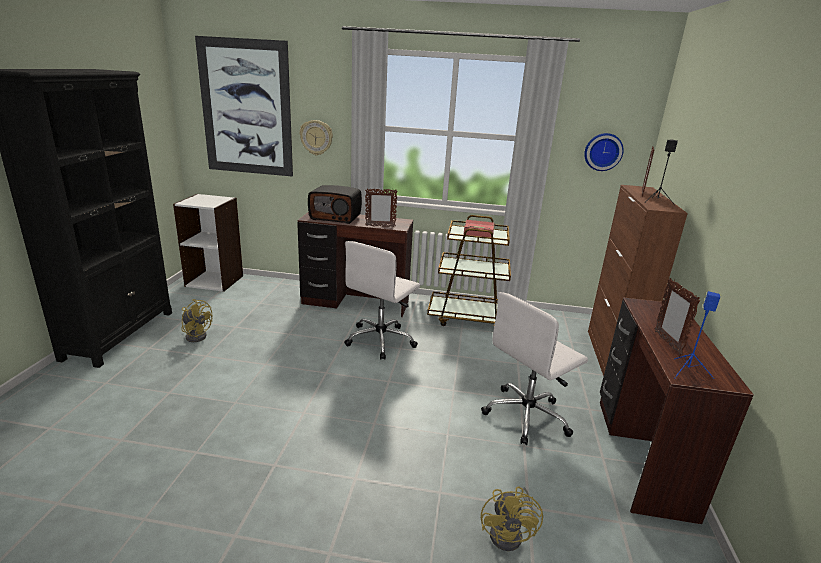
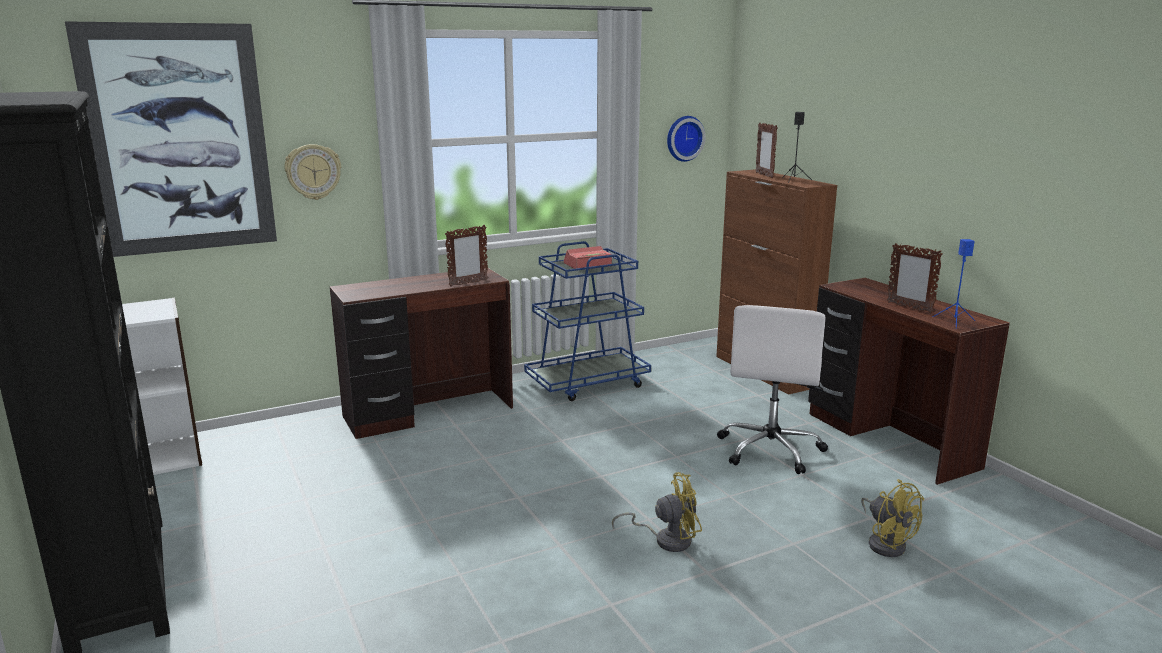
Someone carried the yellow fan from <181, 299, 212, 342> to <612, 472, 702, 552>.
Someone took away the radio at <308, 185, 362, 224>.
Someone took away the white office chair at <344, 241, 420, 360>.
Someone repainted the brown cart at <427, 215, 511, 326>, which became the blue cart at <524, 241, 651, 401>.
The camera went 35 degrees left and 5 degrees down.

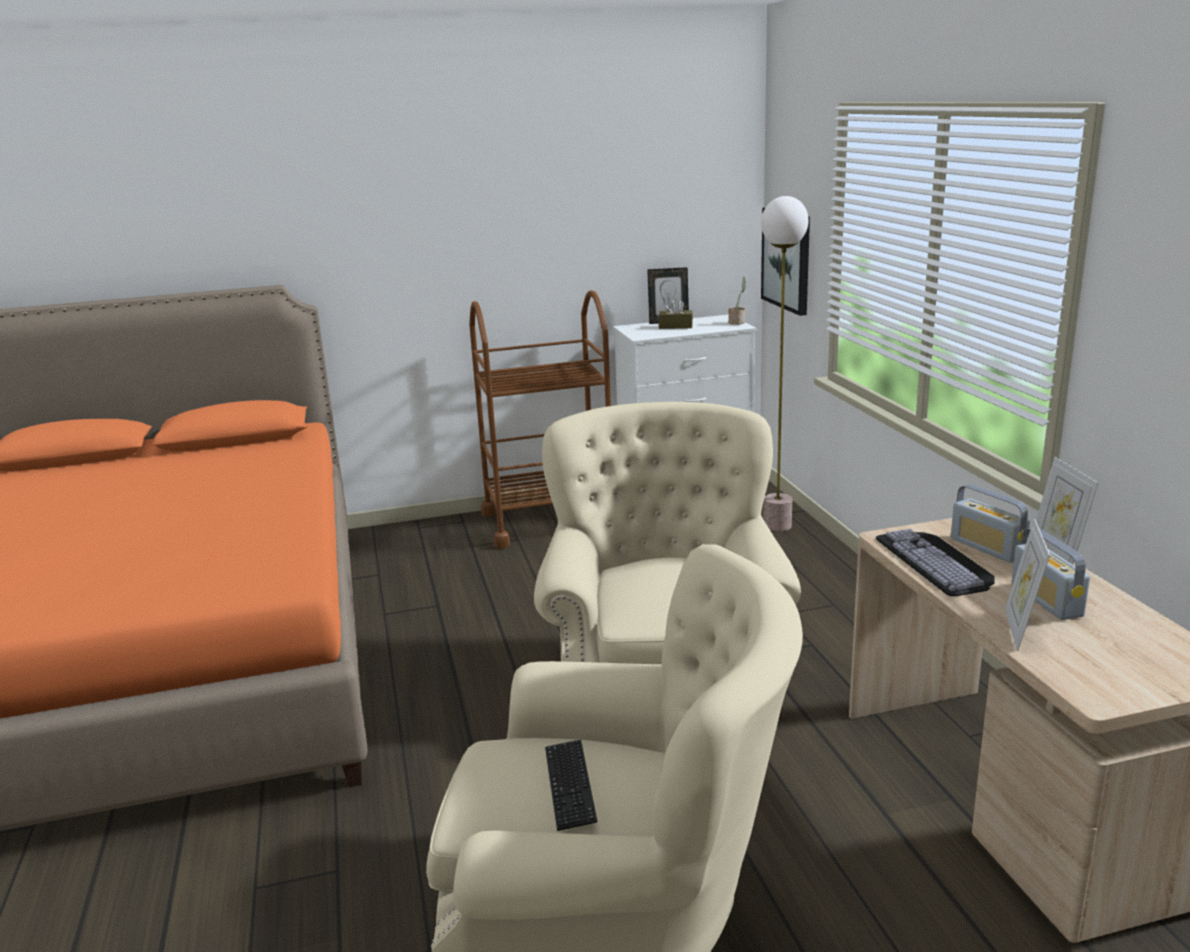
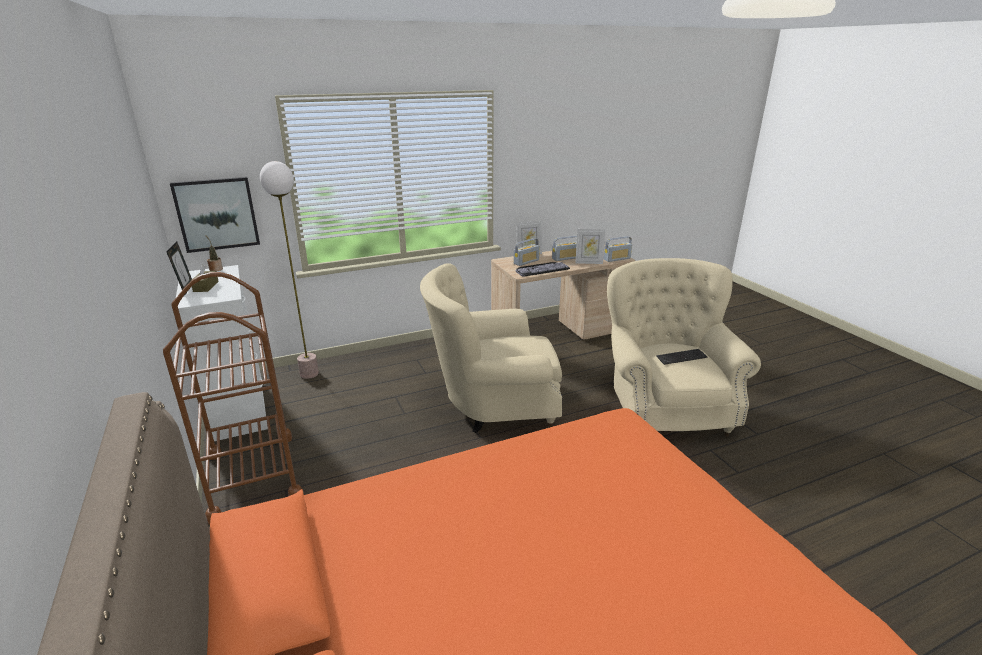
Someone put down the radio at <603, 236, 632, 262>.
The camera went 100 degrees left and 5 degrees up.

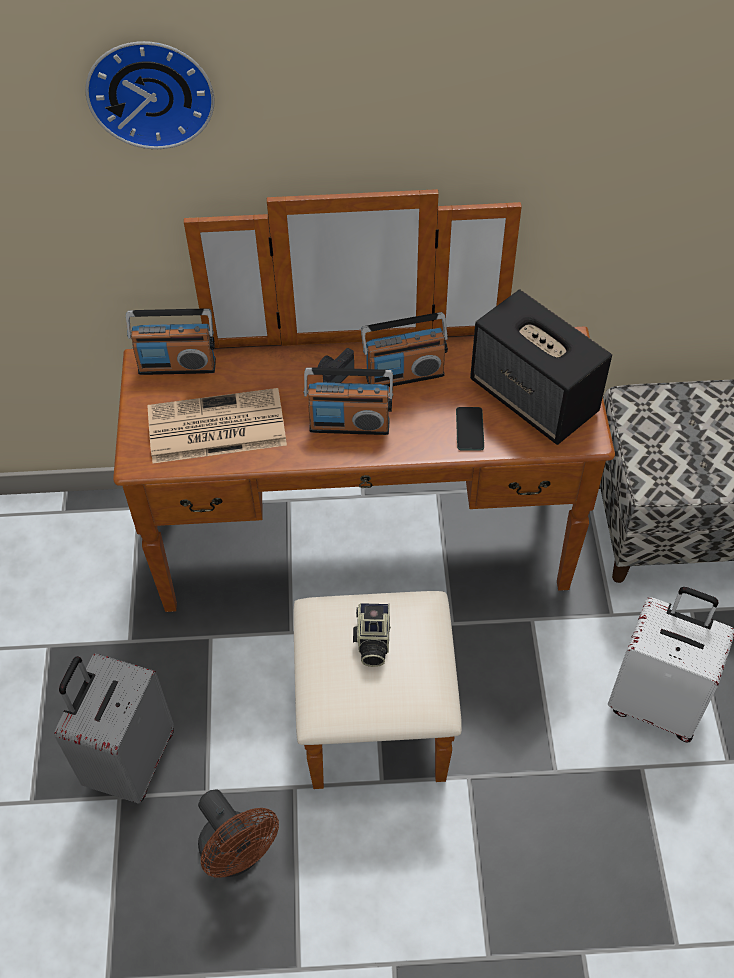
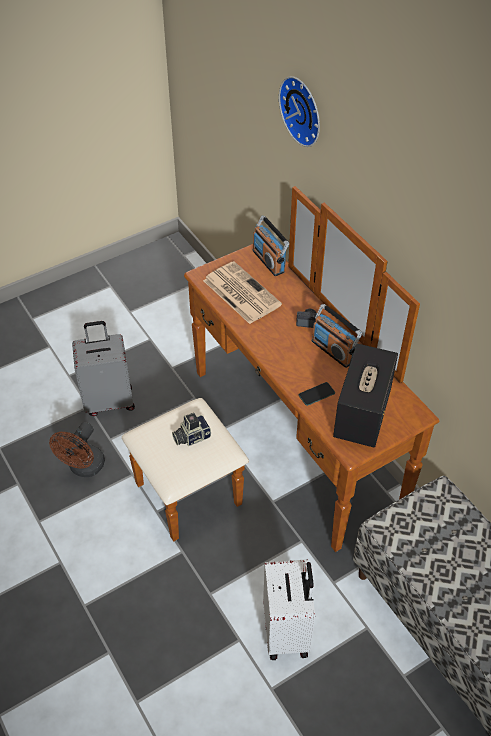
Someone took away the radio at <304, 367, 393, 435>.
The camera went 60 degrees right and 5 degrees down.

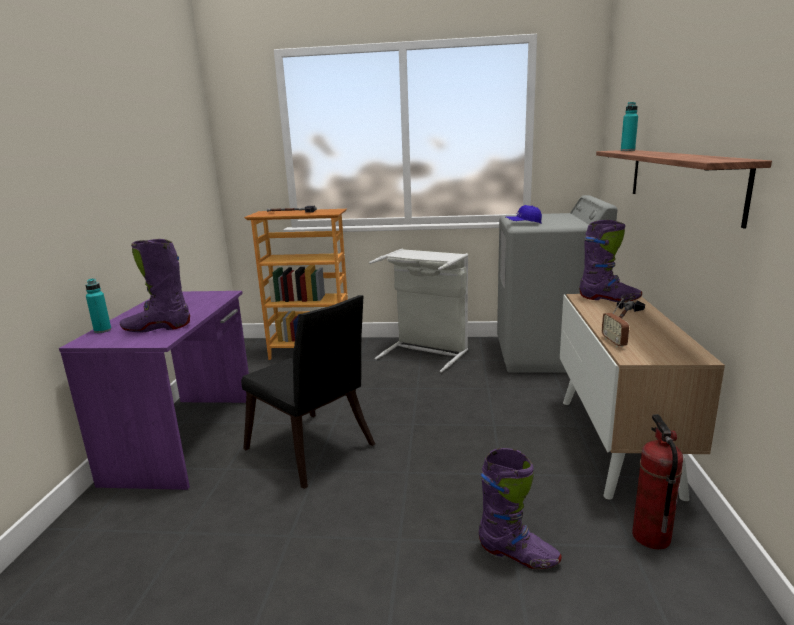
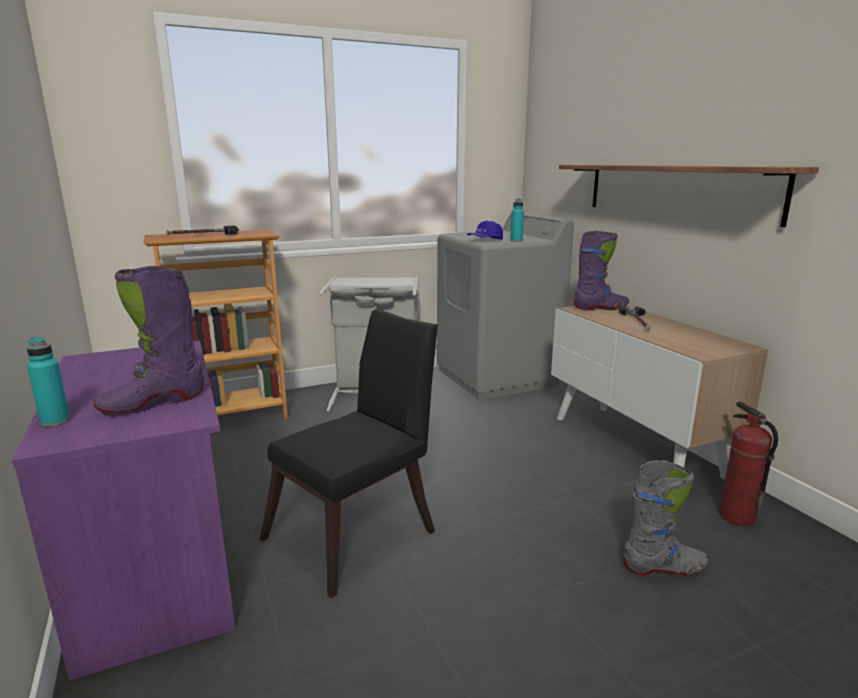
Someone rotated the black chair at <241, 295, 375, 489> by 60 degrees counterclockwise.
Someone repainted the purple boot at <479, 448, 562, 569>, which became the grey boot at <623, 460, 708, 576>.
Someone took away the radio at <602, 298, 629, 348>.
Someone carried the turquoise bottle from <621, 102, 638, 151> to <510, 199, 524, 242>.
The camera went 30 degrees left and 0 degrees up.

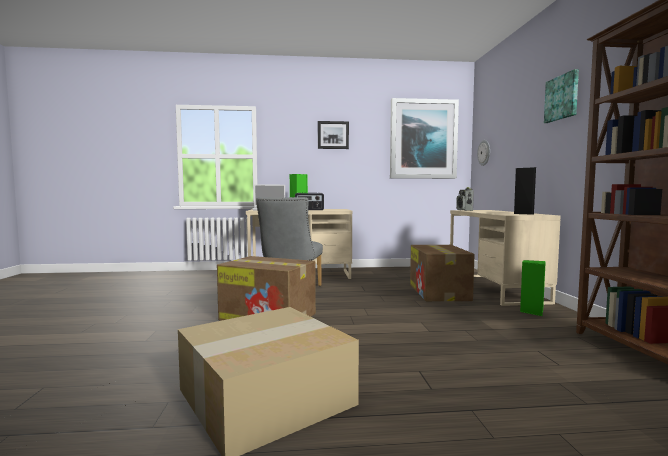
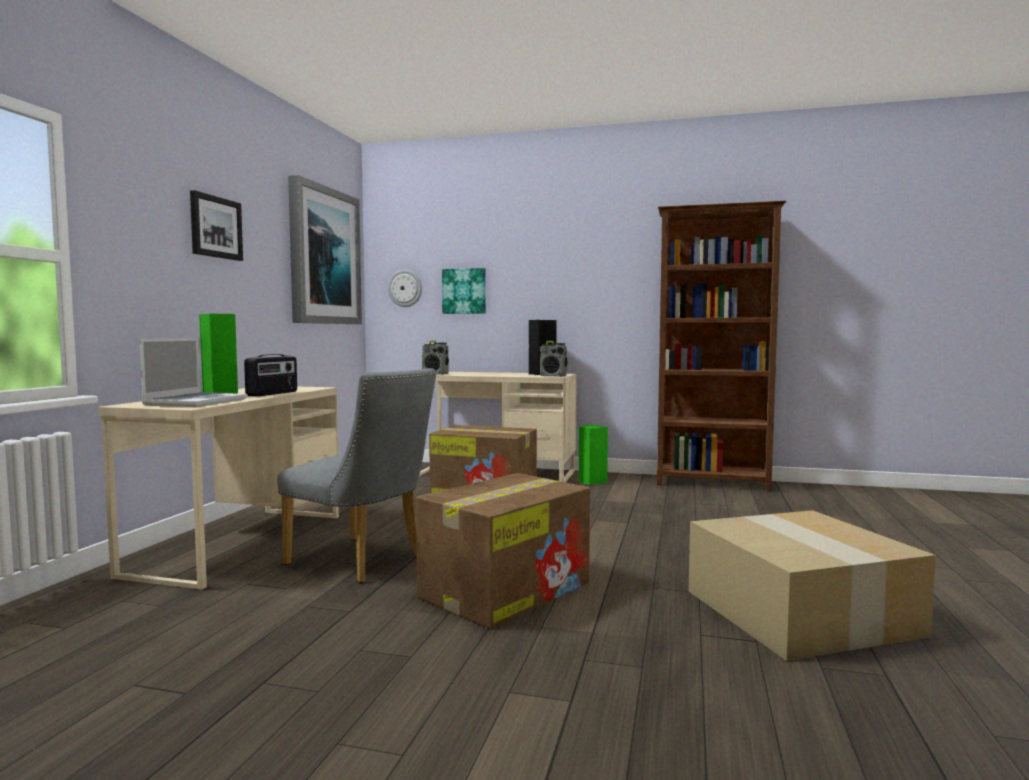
Someone carried the picture from <544, 69, 579, 123> to <442, 268, 486, 314>.
Someone put down the radio at <540, 341, 567, 377>.
The camera went 70 degrees left and 0 degrees up.

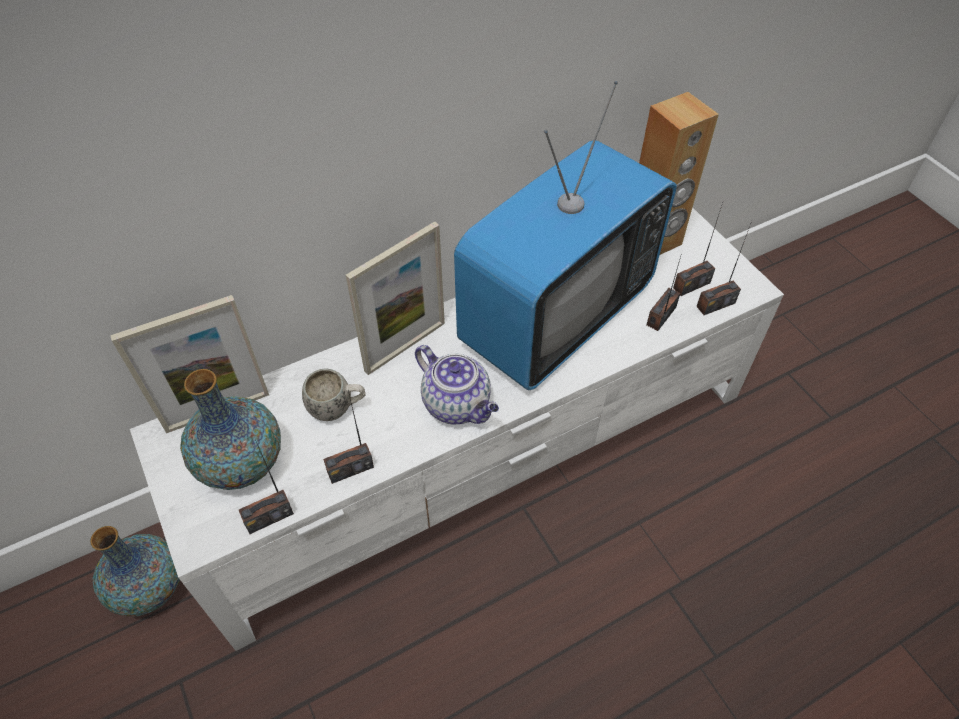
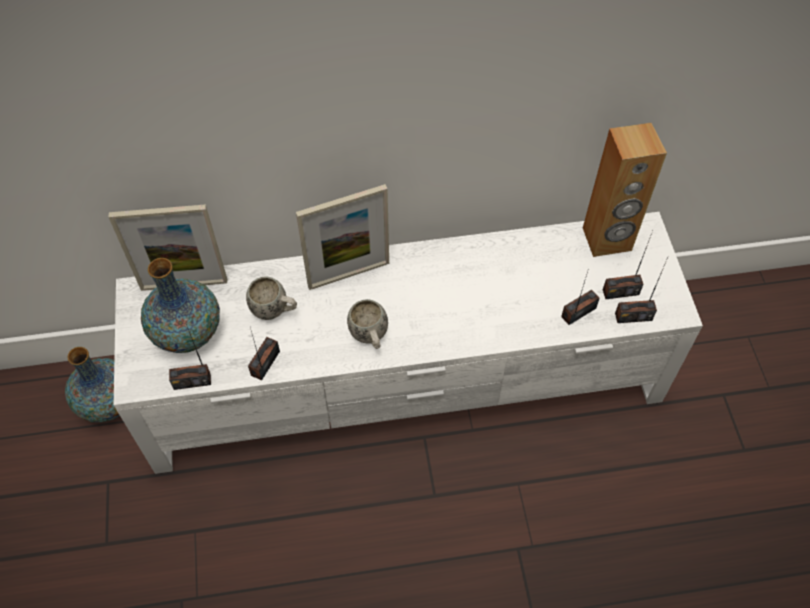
Someone rotated the radio at <323, 390, 374, 484> by 120 degrees clockwise.
Someone swapped the teapot at <415, 345, 499, 425> for the white mug at <347, 299, 388, 349>.
Someone took away the television at <454, 81, 677, 390>.
The camera went 20 degrees right and 5 degrees up.

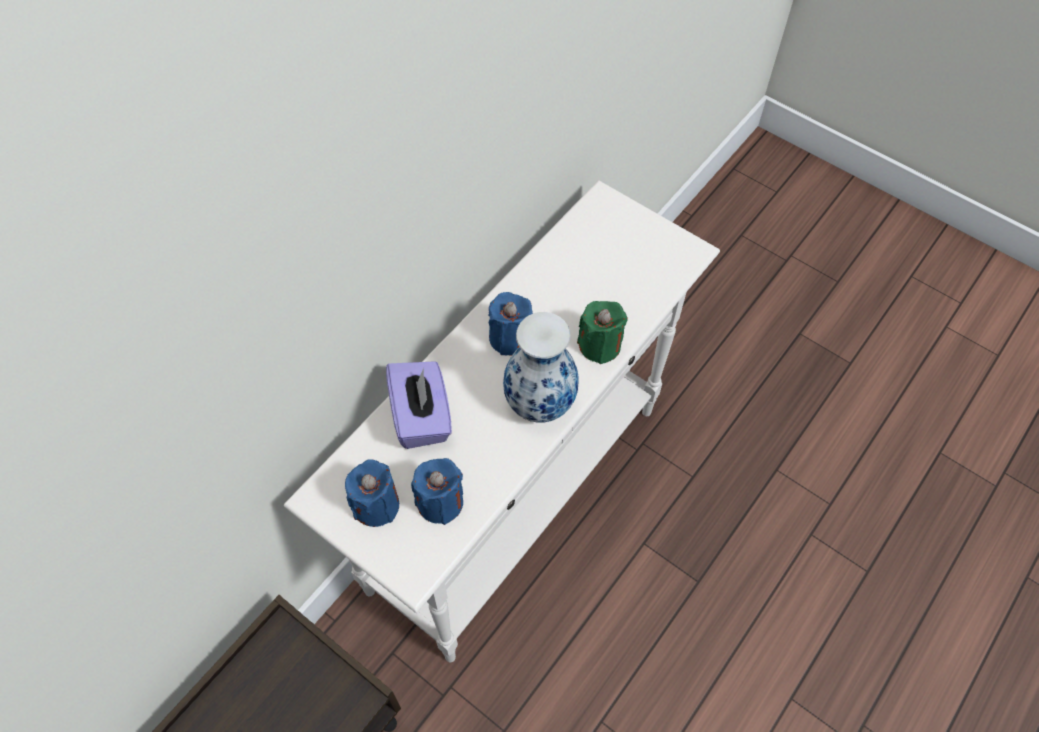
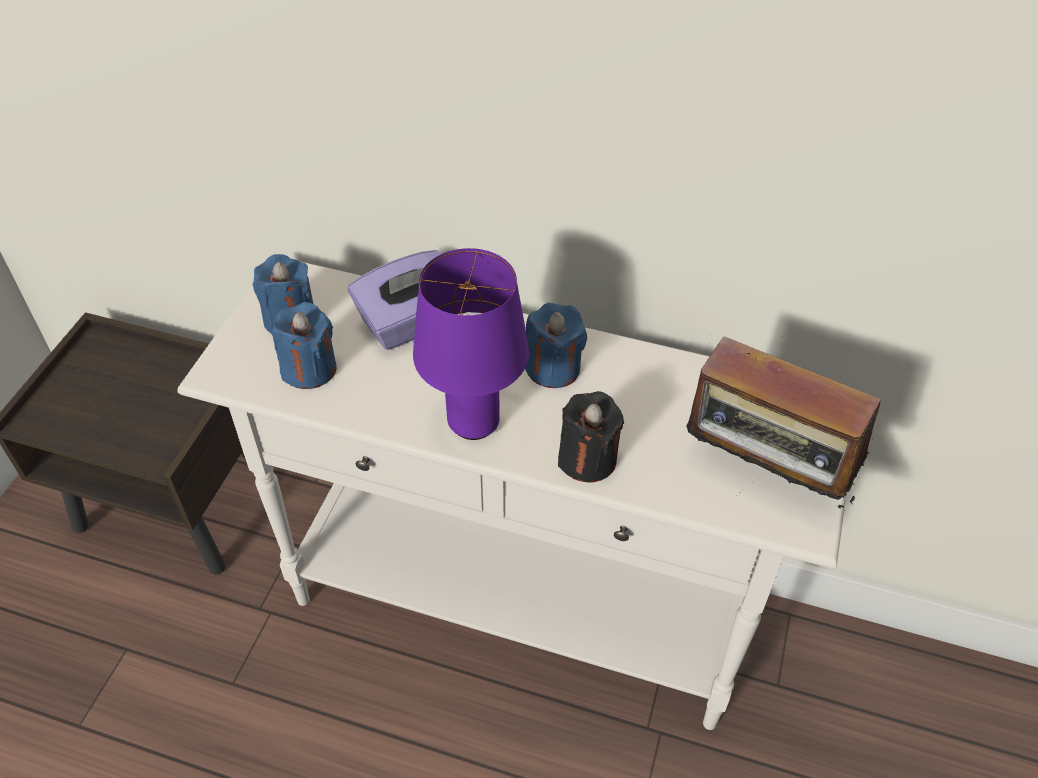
Someone swapped the vase at <503, 312, 579, 423> for the purple table lamp at <413, 248, 529, 440>.
Someone repainted the green candle at <577, 301, 628, 364>, which became the black candle at <558, 391, 624, 483>.
Someone put down the radio at <686, 336, 881, 508>.
The camera went 70 degrees right and 10 degrees down.

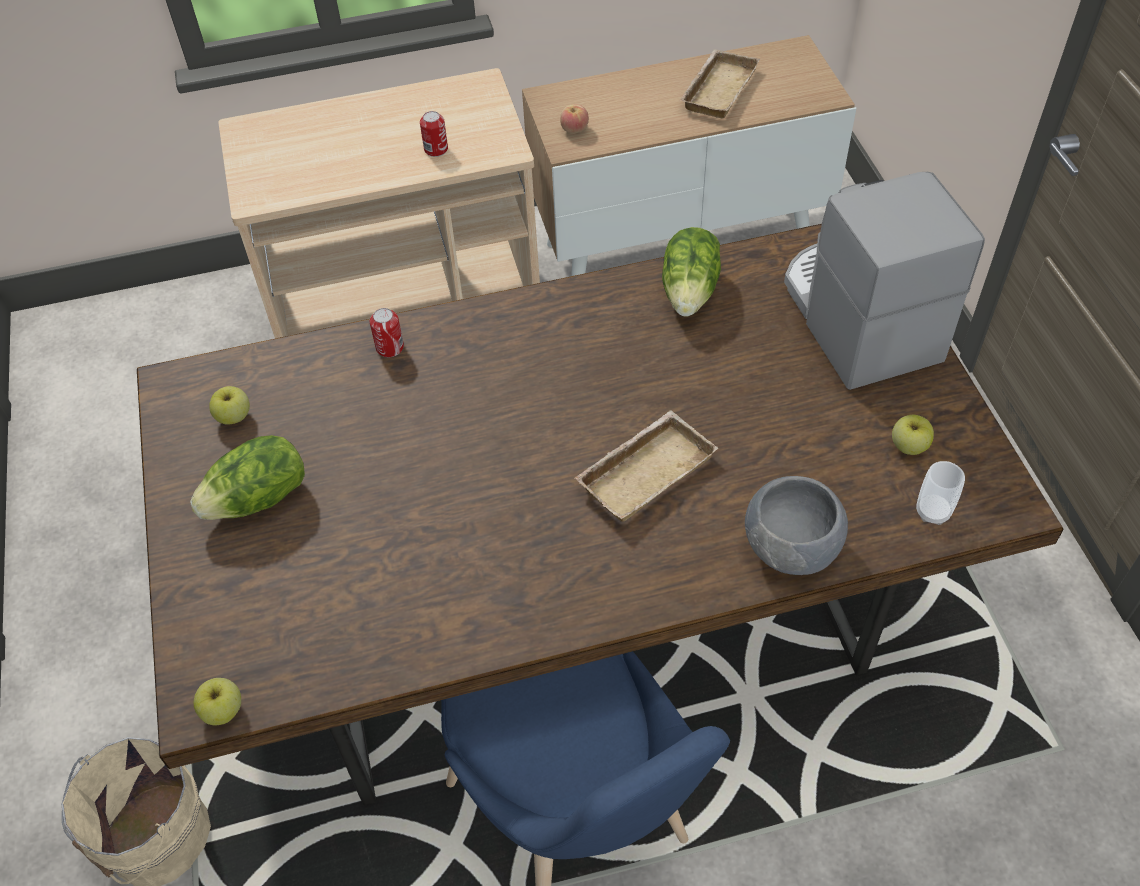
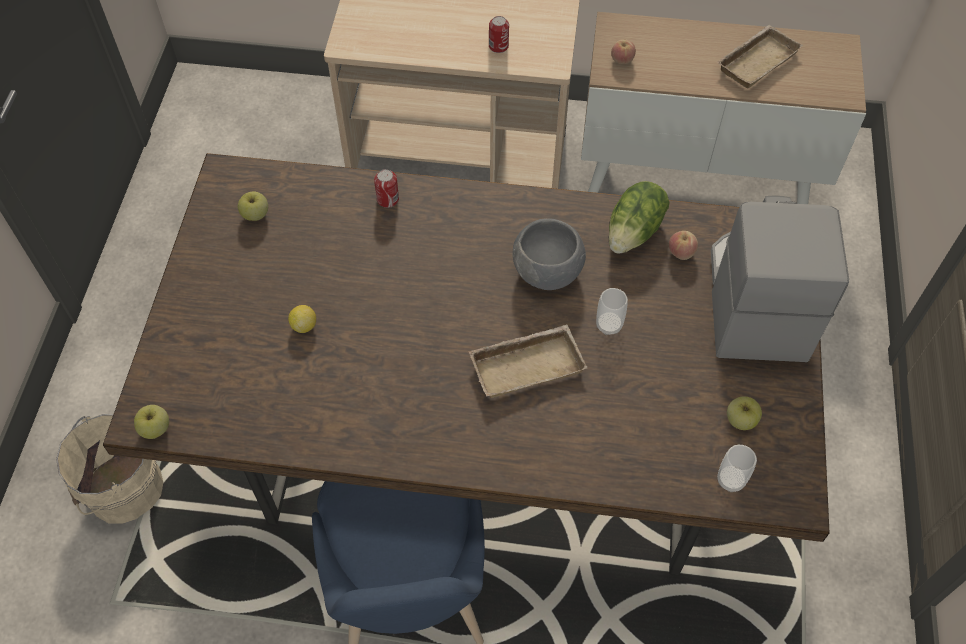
Someone took away the lettuce at <190, 435, 305, 520>.
Someone carried the grey bowl from <745, 476, 848, 575> to <512, 218, 586, 290>.
Someone put down the lemon at <288, 305, 316, 333>.
Someone put down the cup at <596, 288, 628, 335>.
Someone put down the apple at <669, 231, 698, 260>.
The camera went 20 degrees right and 5 degrees up.

